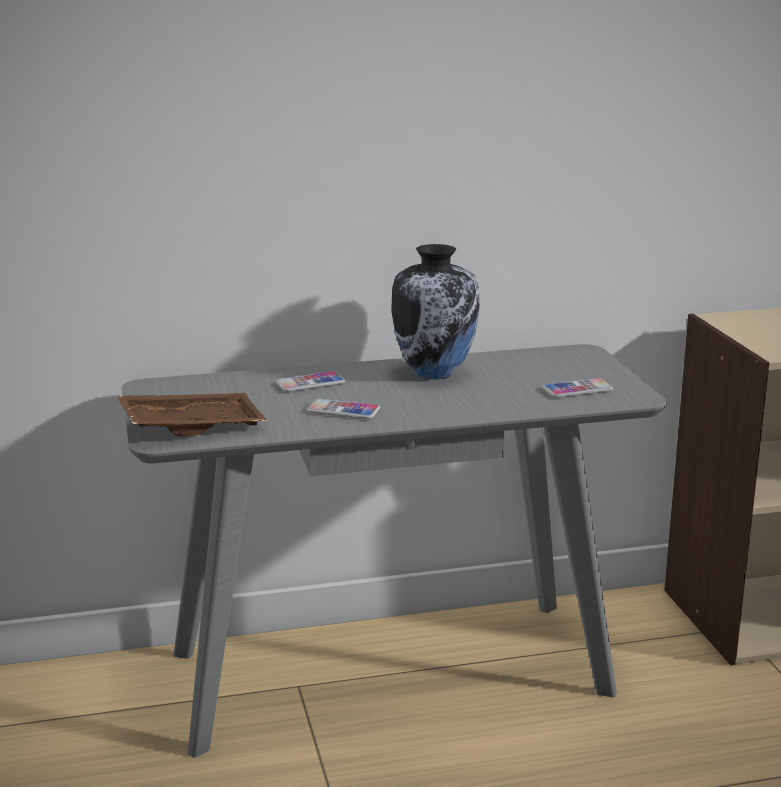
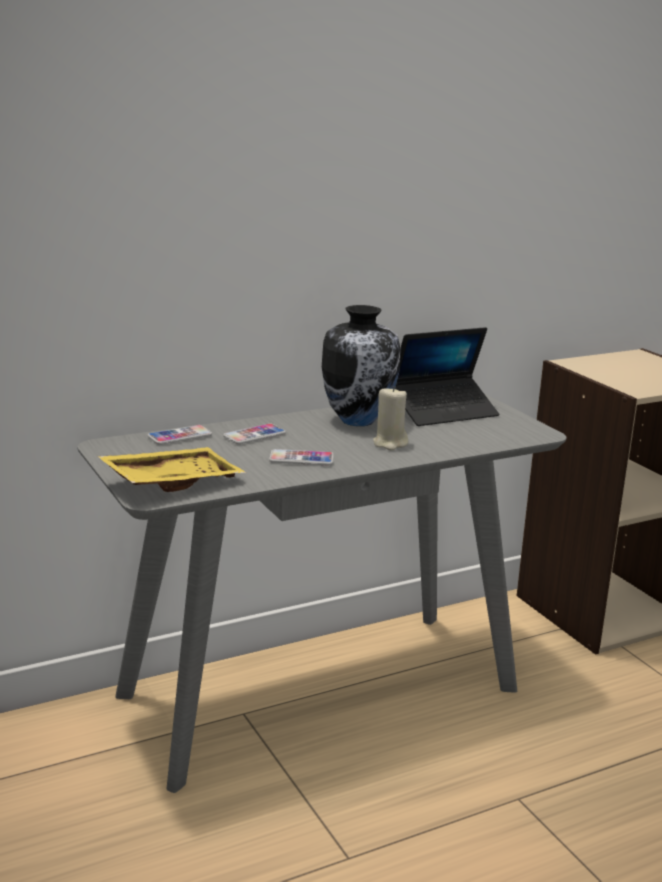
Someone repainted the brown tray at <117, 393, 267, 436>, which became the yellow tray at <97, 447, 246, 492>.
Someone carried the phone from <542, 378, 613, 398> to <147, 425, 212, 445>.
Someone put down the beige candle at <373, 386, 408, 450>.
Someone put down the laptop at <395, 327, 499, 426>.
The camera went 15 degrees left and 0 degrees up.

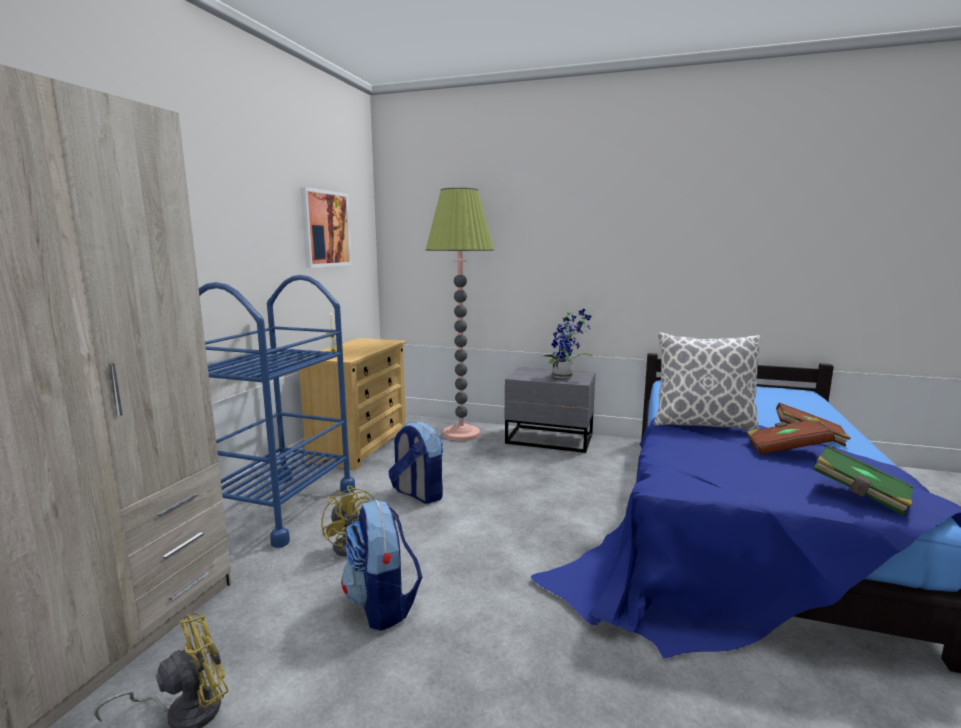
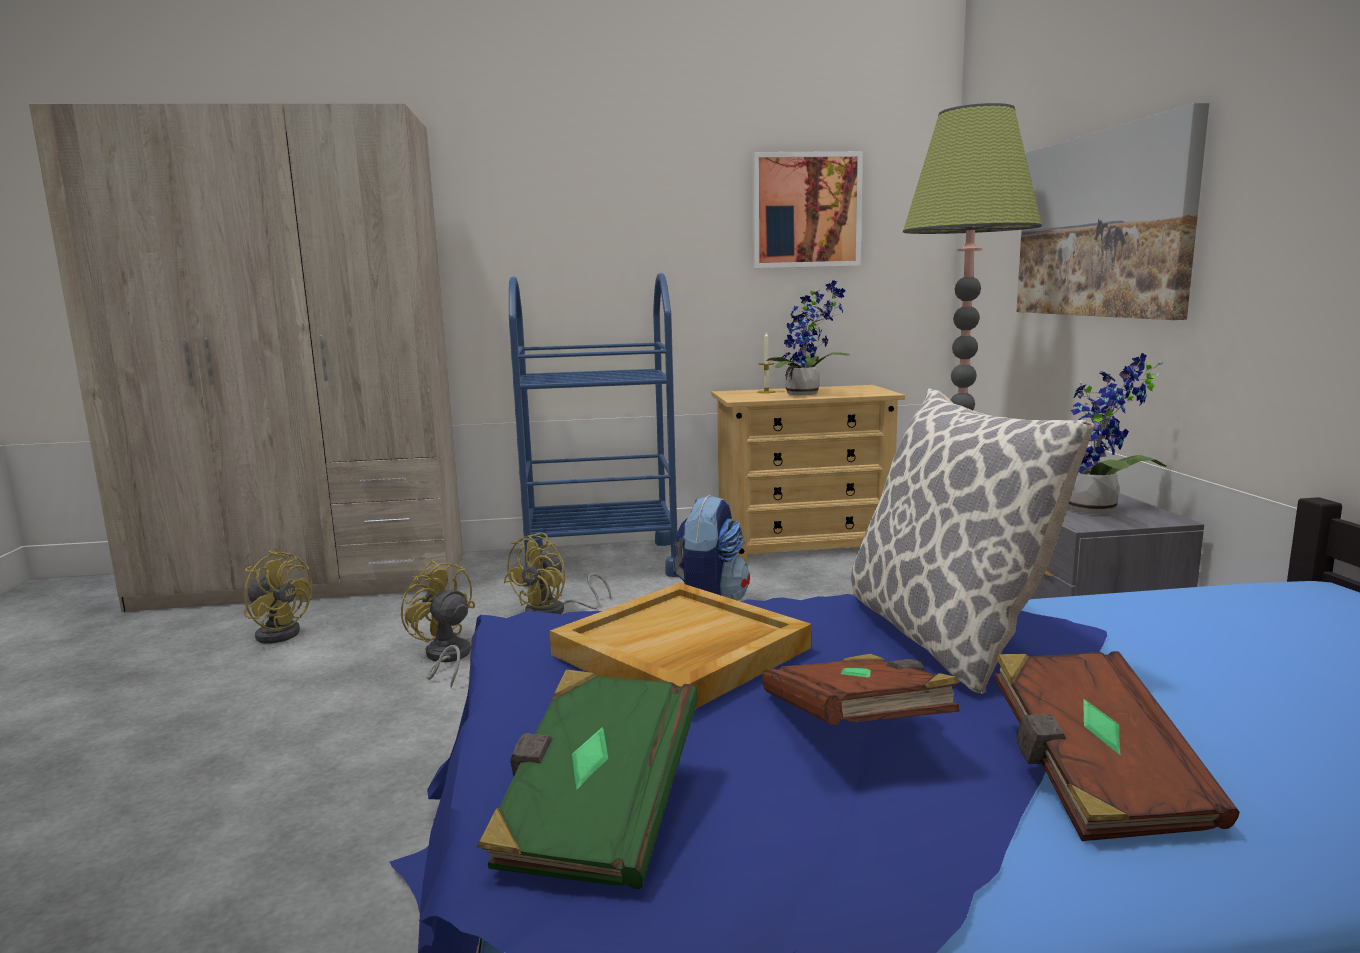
Someone swapped the backpack at <341, 500, 422, 631> for the yellow fan at <401, 560, 475, 688>.
Someone put down the beige tray at <550, 583, 811, 709>.
Someone put down the potted plant at <766, 280, 850, 395>.
Someone put up the picture at <1017, 103, 1209, 320>.
The camera went 65 degrees right and 0 degrees up.

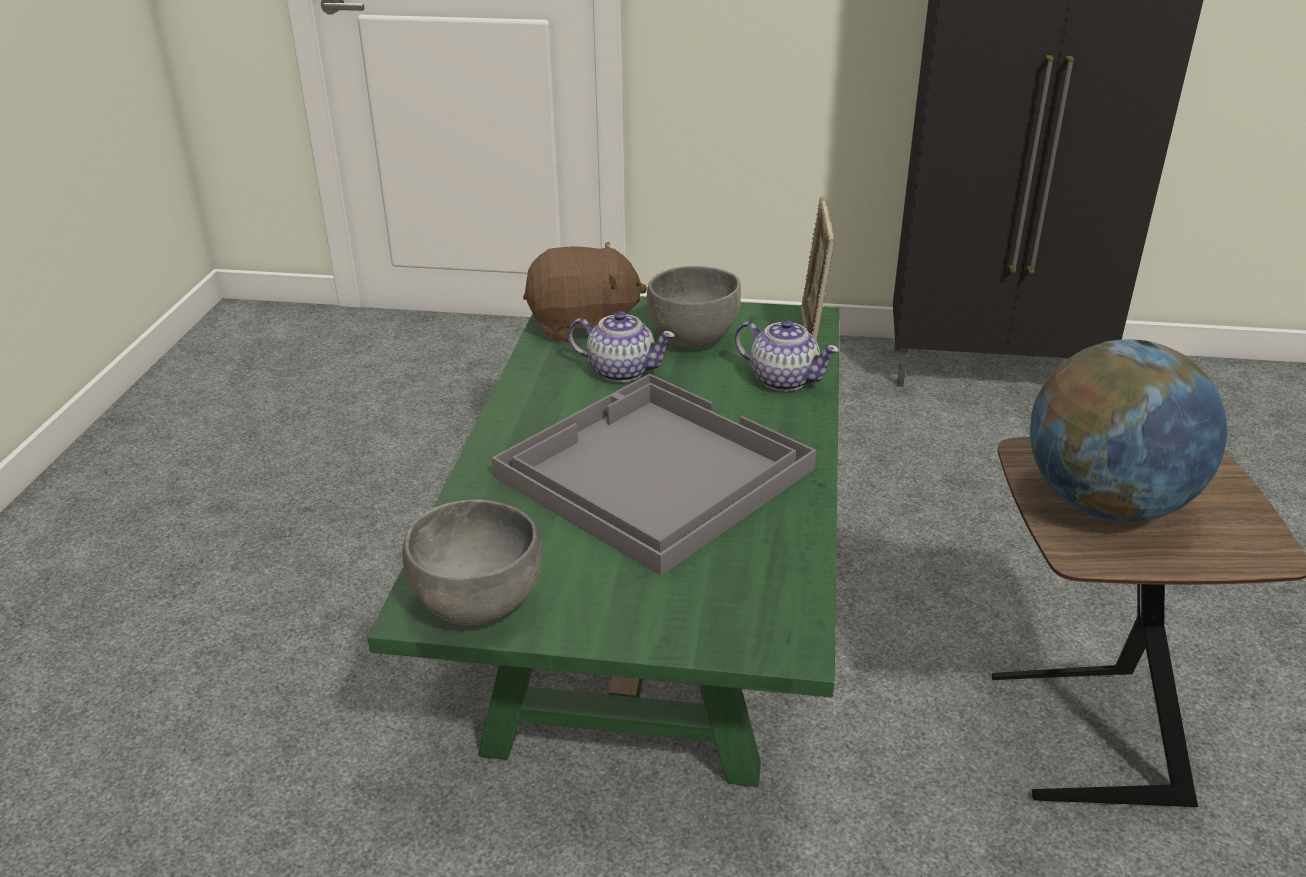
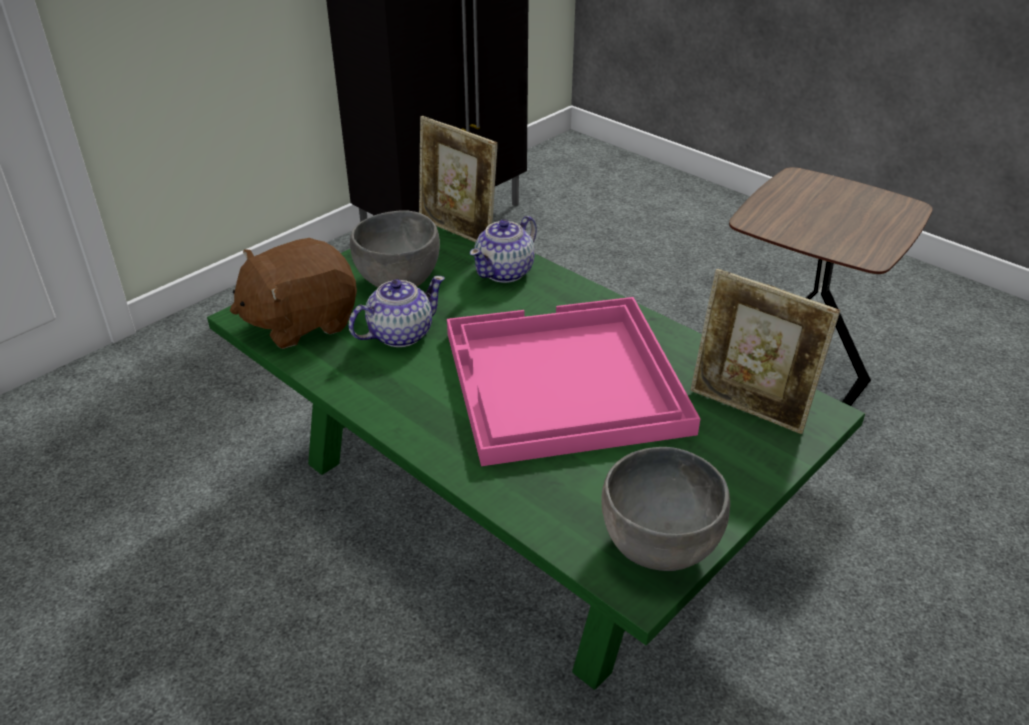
Someone repainted the grey tray at <491, 374, 816, 576>, which became the pink tray at <447, 297, 700, 466>.
Someone rotated the brown plush toy at <523, 242, 647, 342> by 150 degrees counterclockwise.
Someone rotated the teapot at <735, 319, 840, 392> by 150 degrees clockwise.
Someone took away the globe at <1030, 339, 1228, 522>.
Someone put down the picture frame at <690, 269, 840, 434>.
The camera went 55 degrees left and 5 degrees up.

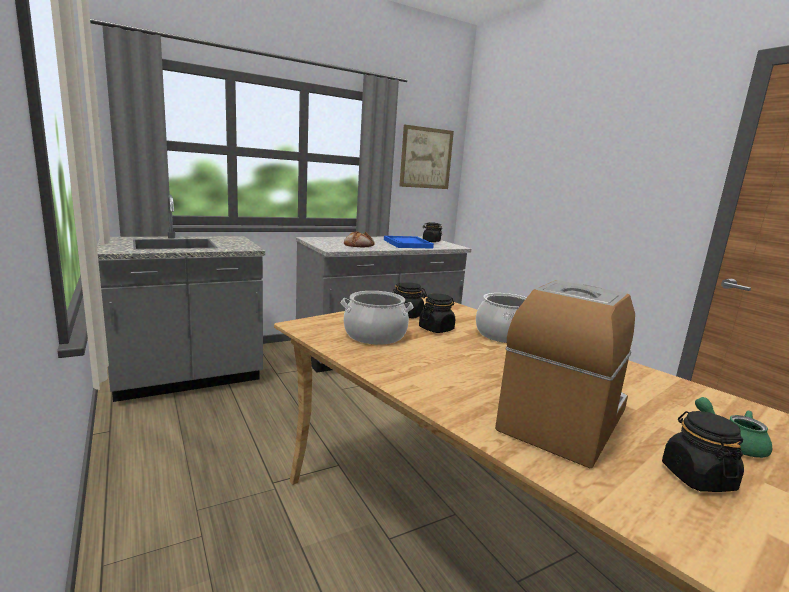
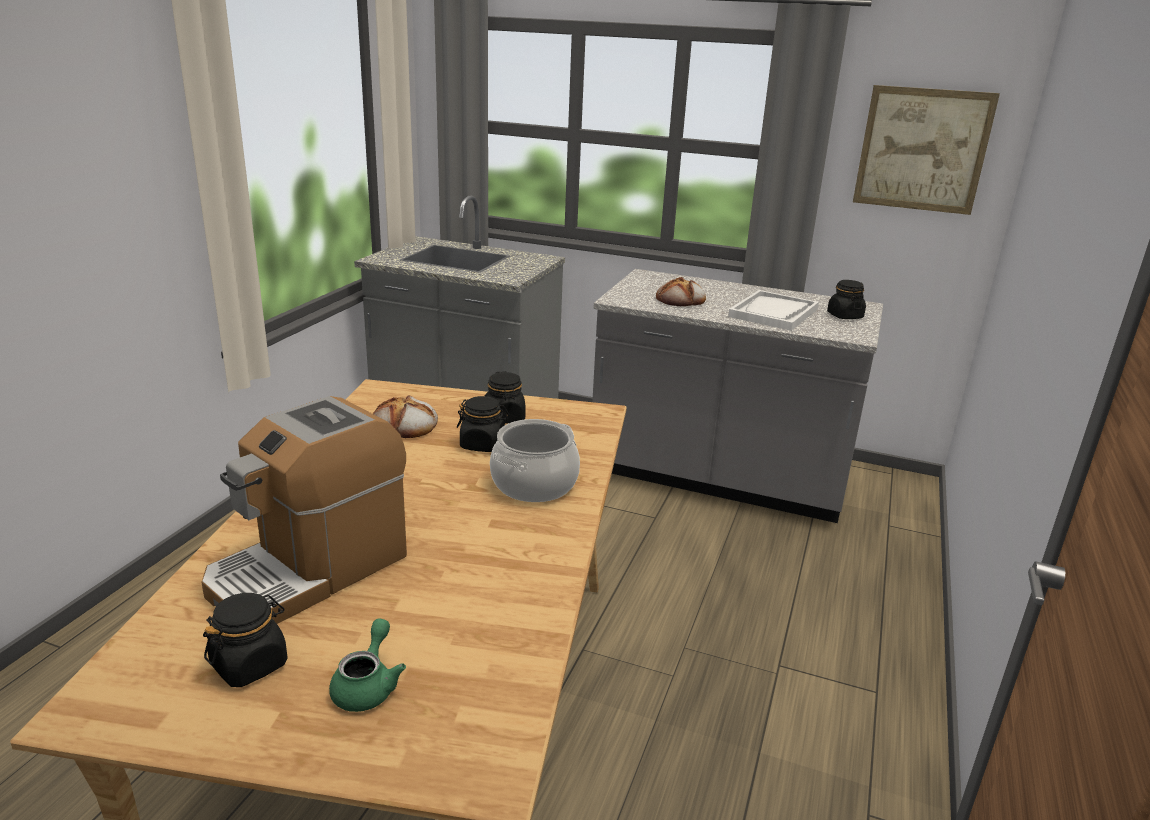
Someone swapped the cooking pot at <341, 291, 414, 345> for the bread at <373, 395, 438, 438>.
Someone repainted the blue tray at <384, 236, 434, 249>, which became the white tray at <728, 290, 819, 331>.
Someone rotated the coffee machine at <495, 280, 635, 468> by 135 degrees clockwise.
The camera went 50 degrees right and 10 degrees up.

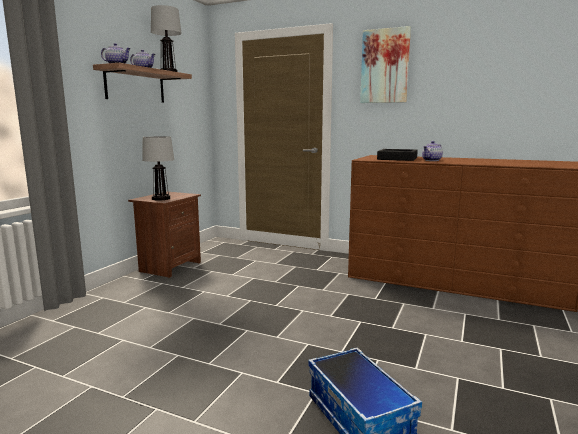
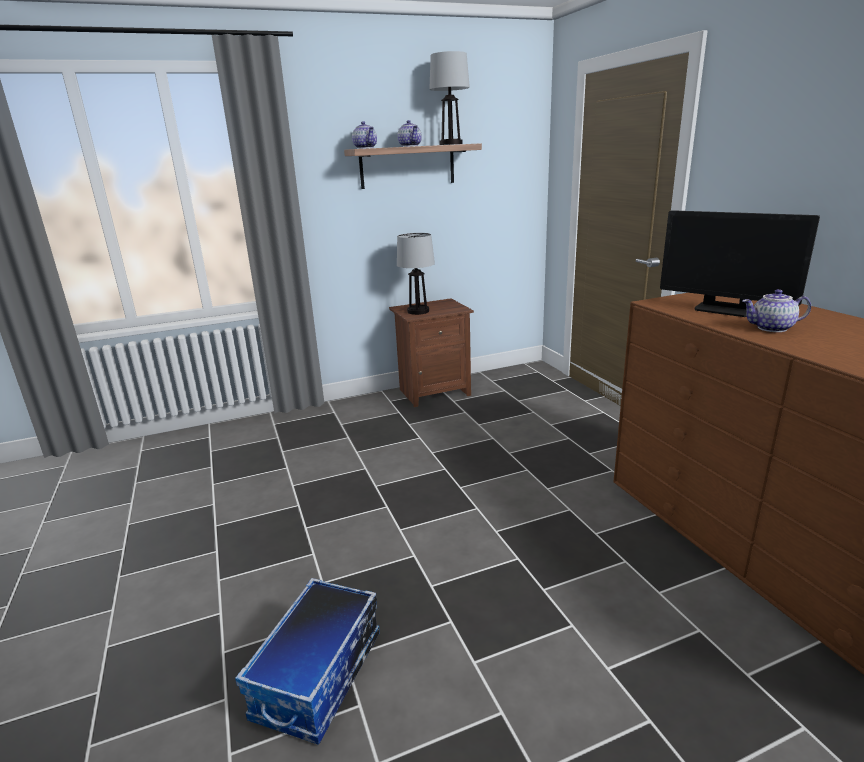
Someone took away the picture at <360, 26, 411, 103>.
Someone swapped the black tray at <377, 149, 418, 161> for the monitor at <660, 210, 820, 317>.
The camera went 45 degrees right and 10 degrees up.

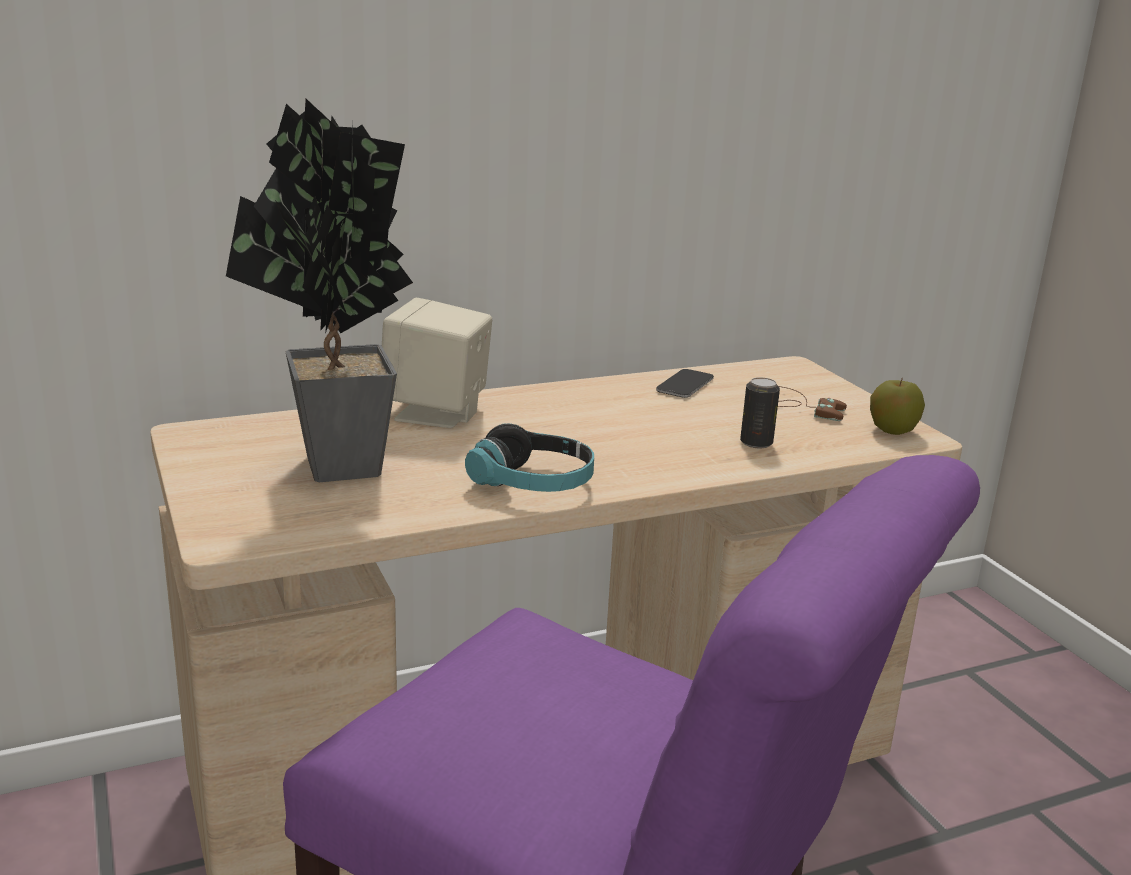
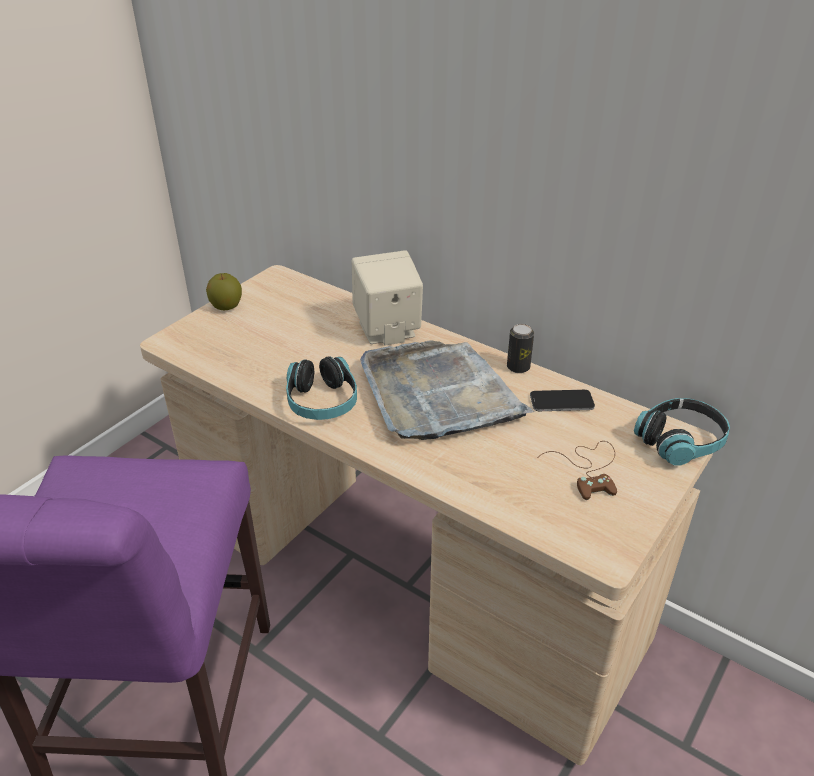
Someone took away the potted plant at <226, 99, 413, 482>.
Someone carried the can from <740, 377, 780, 448> to <507, 324, 534, 373>.
Someone carried the apple from <870, 378, 925, 435> to <206, 273, 242, 310>.
Someone put down the grey tray at <360, 341, 534, 440>.
Someone put down the headphones at <634, 398, 730, 466>.
The camera went 60 degrees right and 15 degrees up.

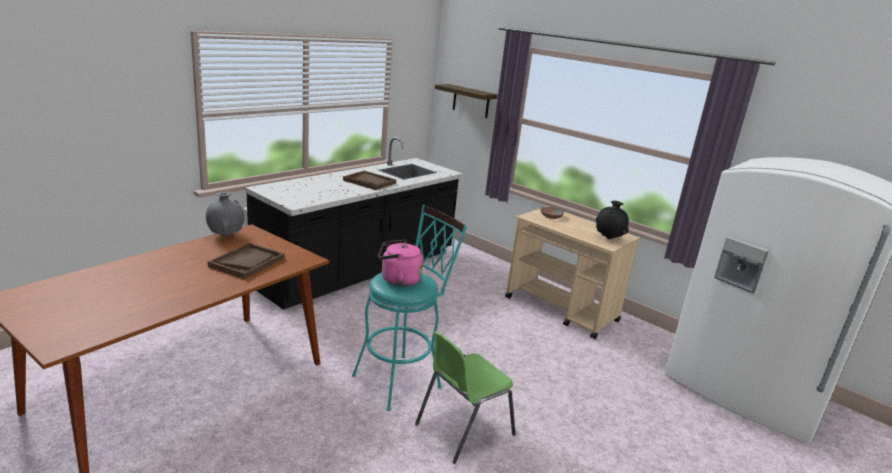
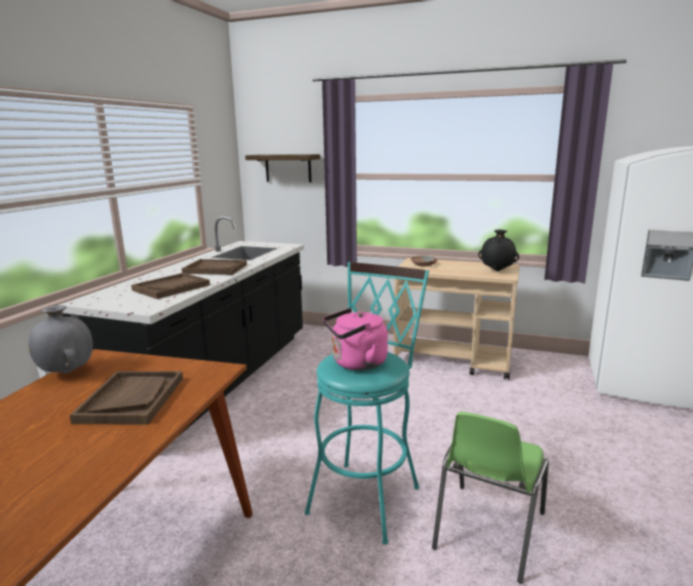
Someone put down the brown tray at <131, 273, 210, 299>.
The camera went 20 degrees left and 5 degrees down.

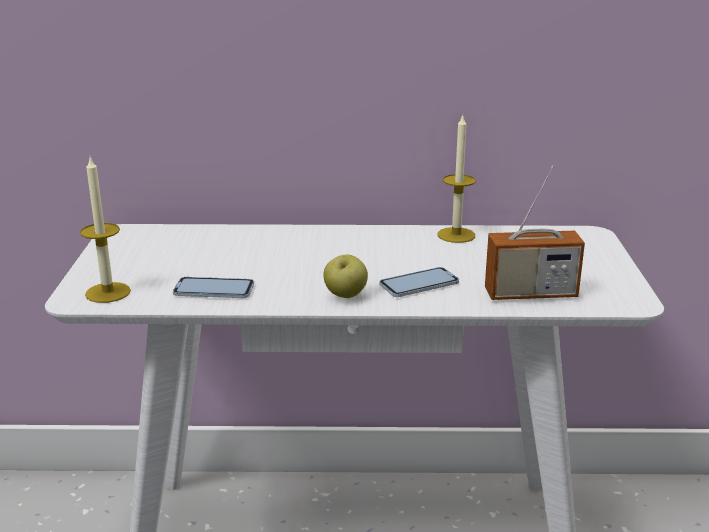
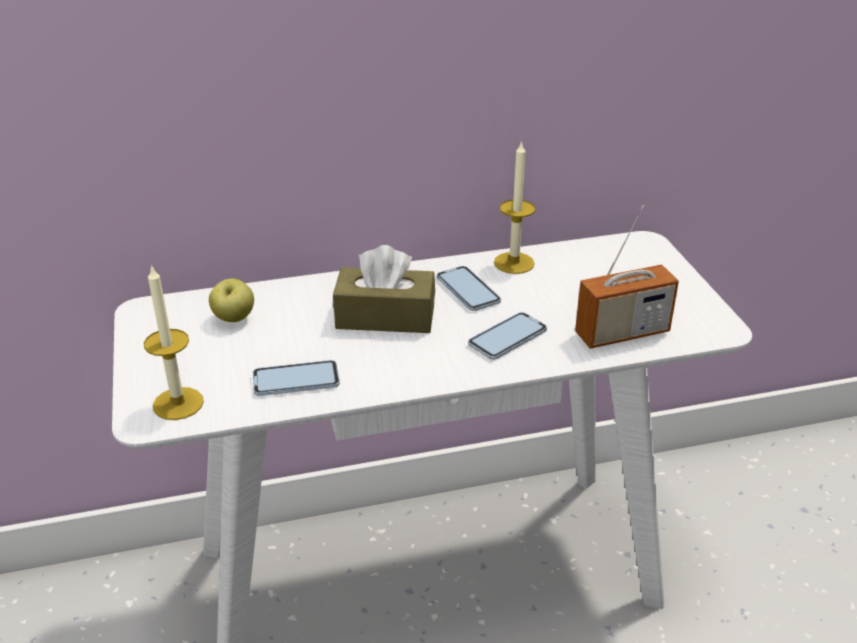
Someone carried the apple from <324, 254, 368, 298> to <209, 278, 254, 322>.
Someone put down the brown tissue box at <333, 245, 435, 333>.
Someone put down the phone at <436, 266, 501, 311>.
The camera went 15 degrees left and 10 degrees up.

